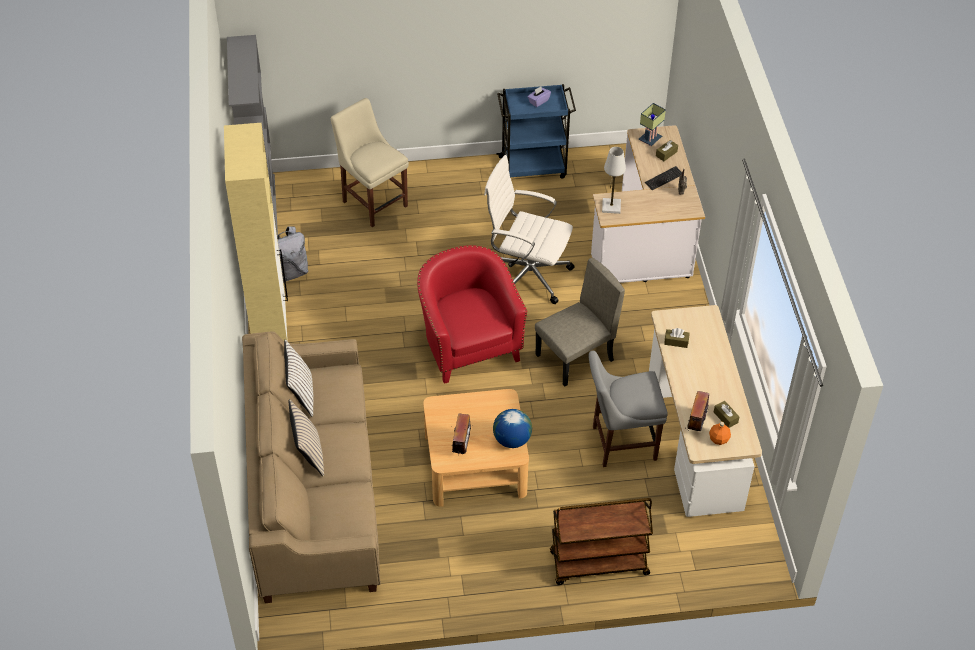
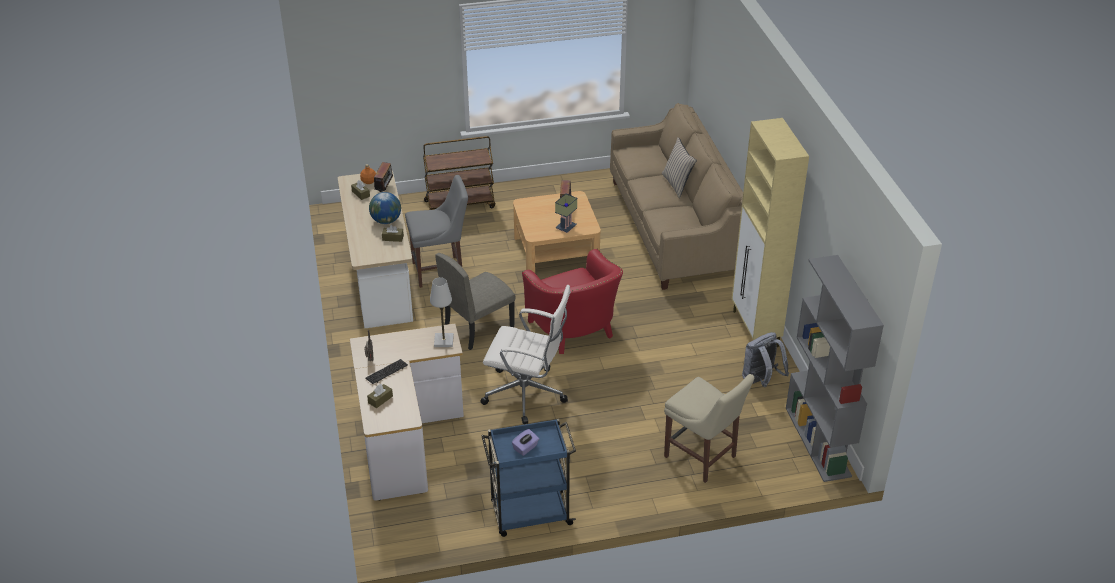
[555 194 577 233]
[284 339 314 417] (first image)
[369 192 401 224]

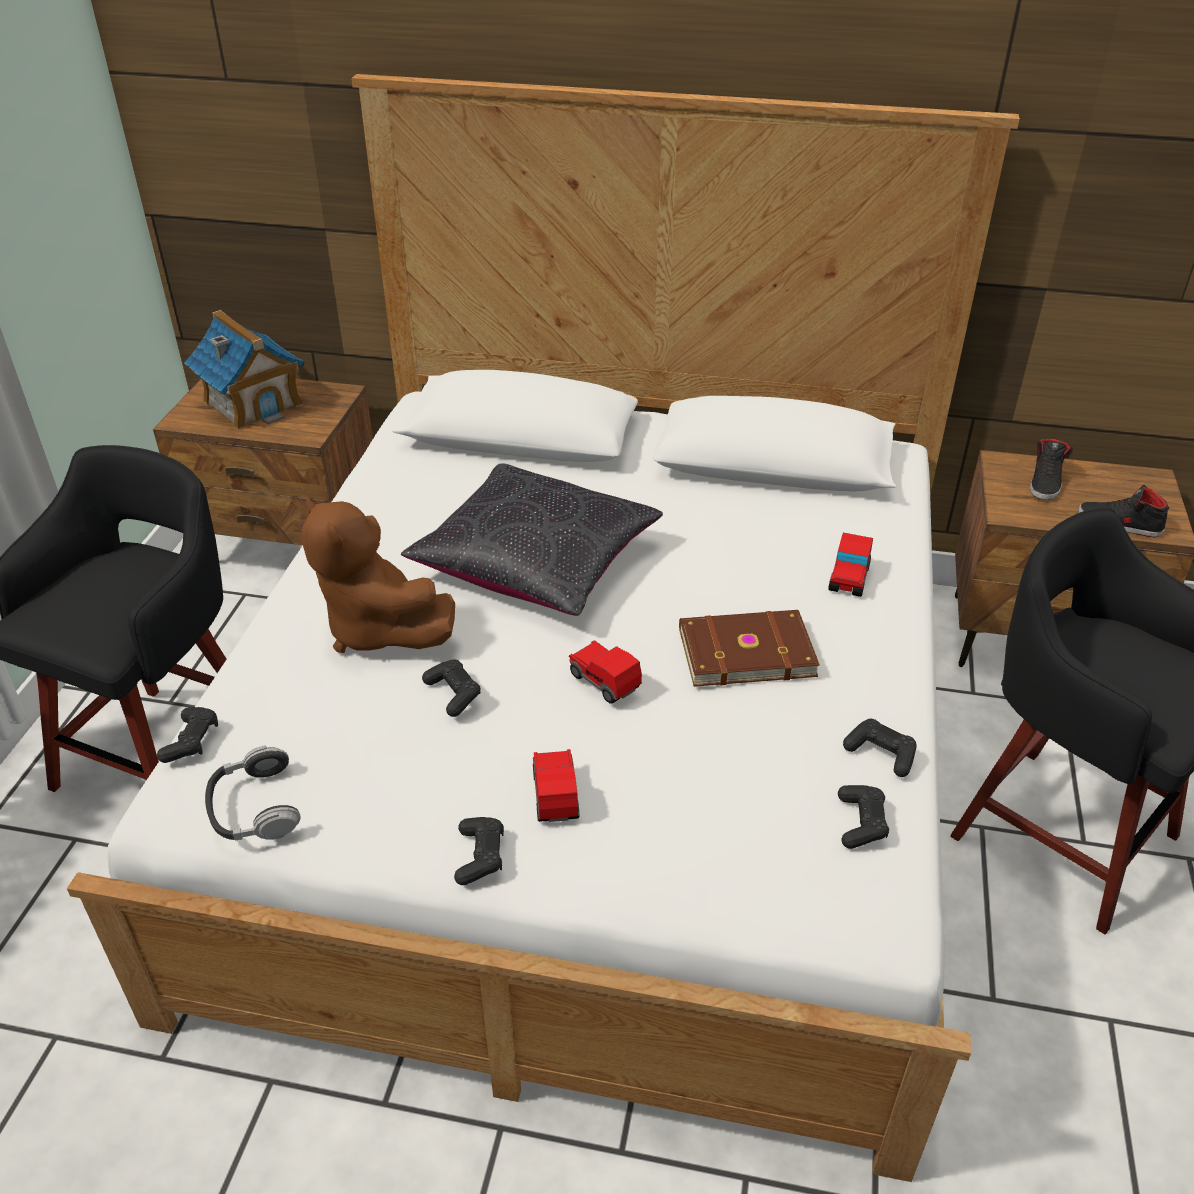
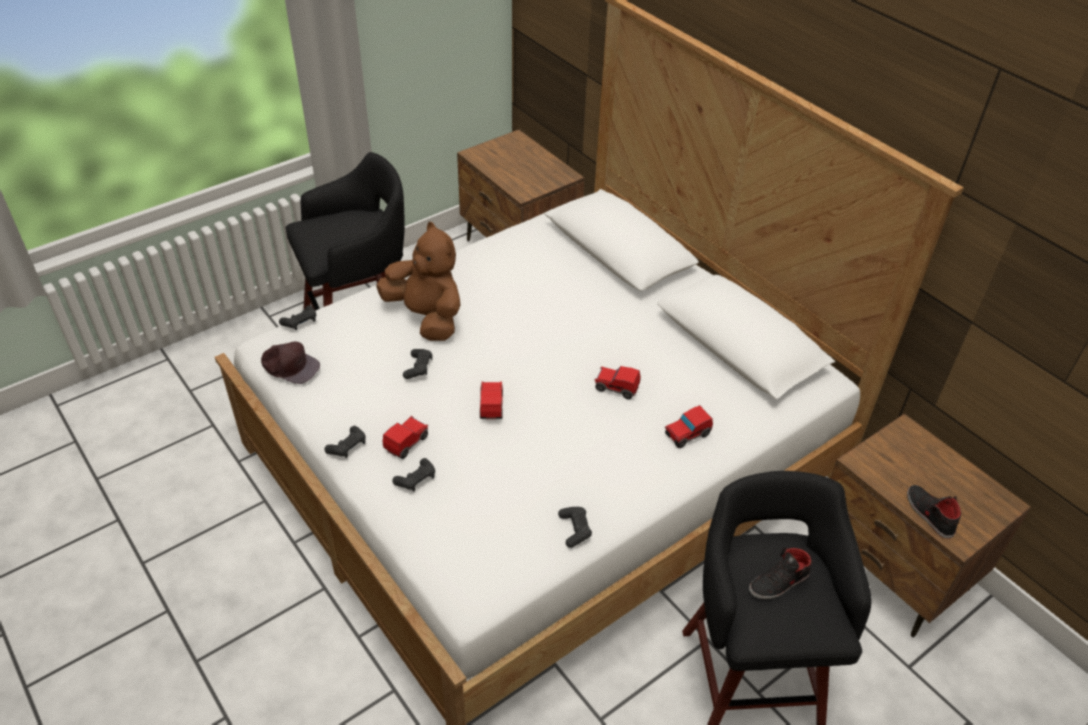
[184 310 305 430] (first image)
[749 548 812 599]
[401 463 663 616] (first image)
[376 222 460 341]
[679 610 820 687] (first image)
[261 341 320 384]
[392 458 435 491]
[595 366 641 399]

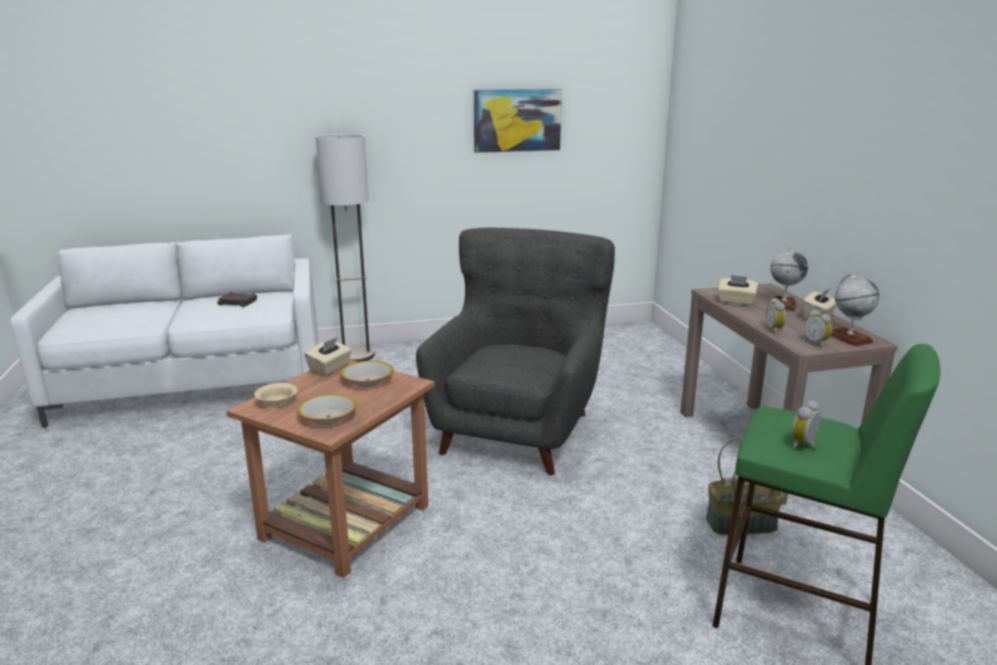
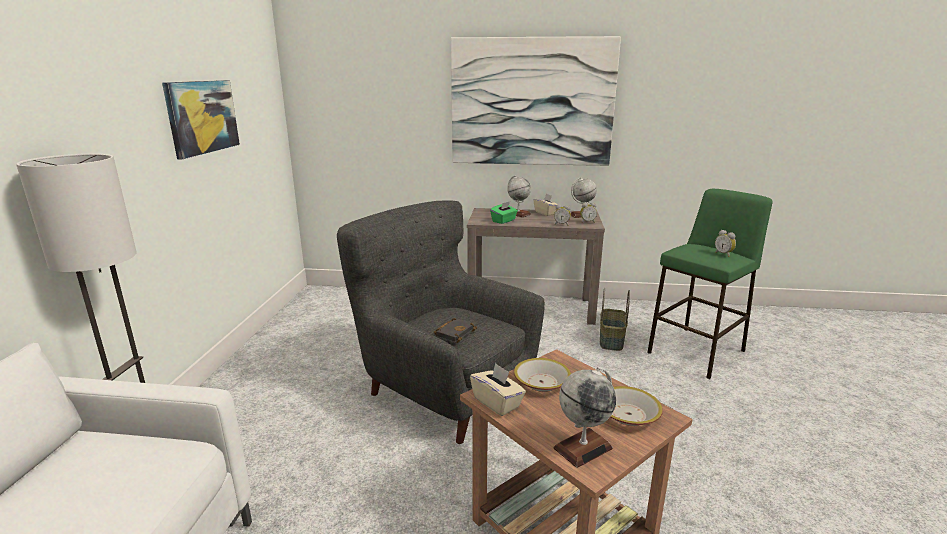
[490 202 518 224]
[434 318 477 343]
[554 367 616 468]
[451 36 621 166]

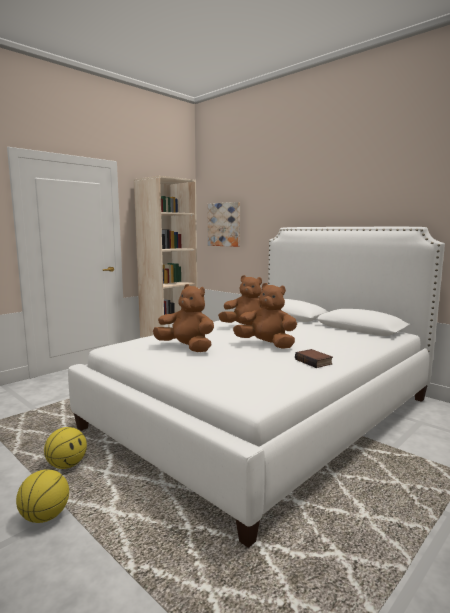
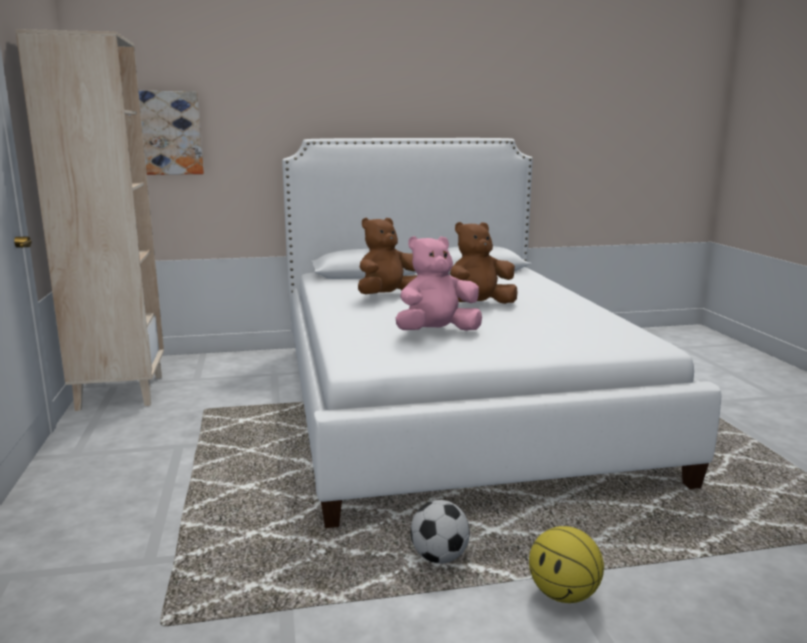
[396 236 482 331]
[295 349 333 368] (first image)
[410 500 470 563]

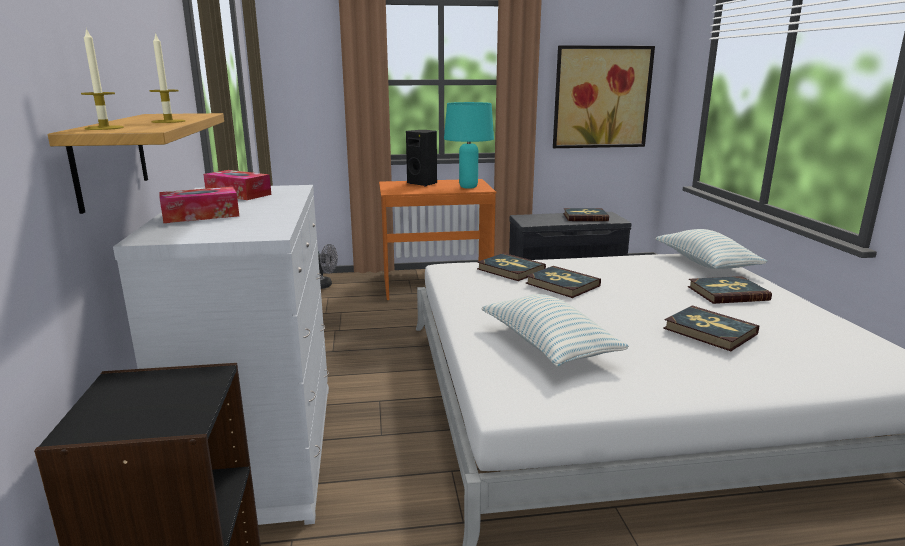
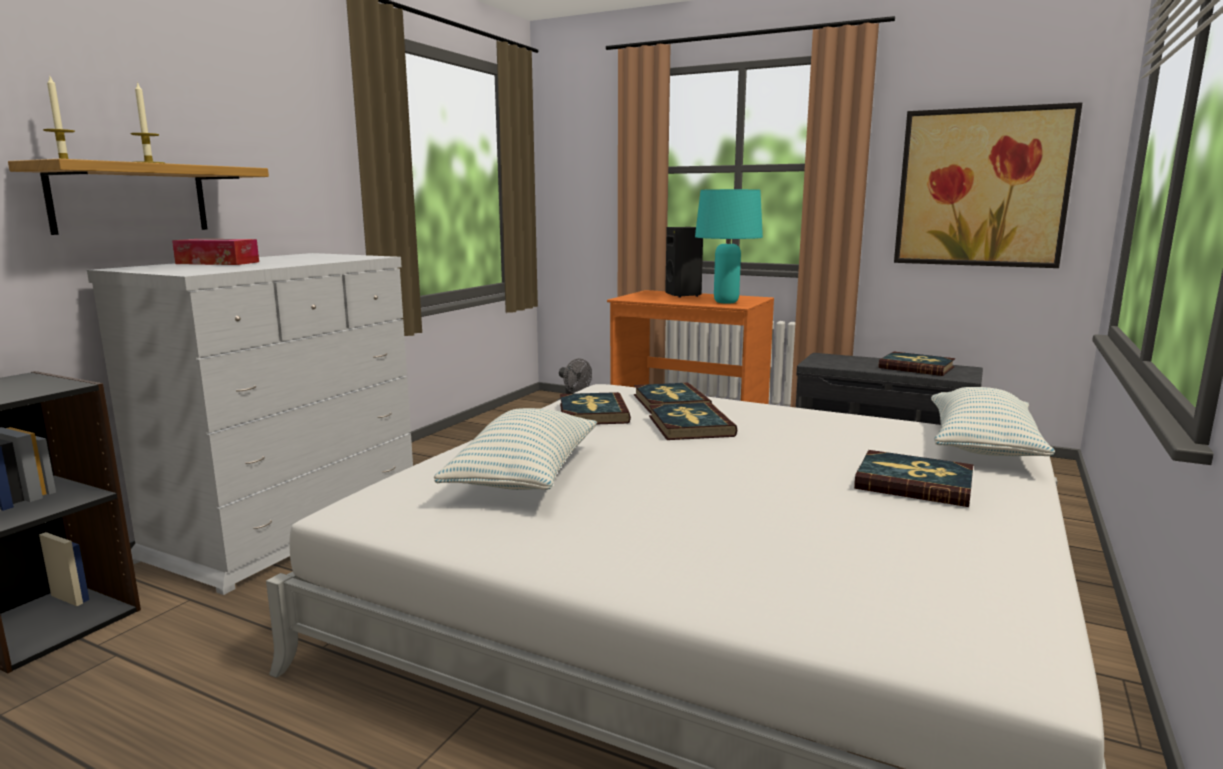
[203 170 271 200] (first image)
[560 392 631 424]

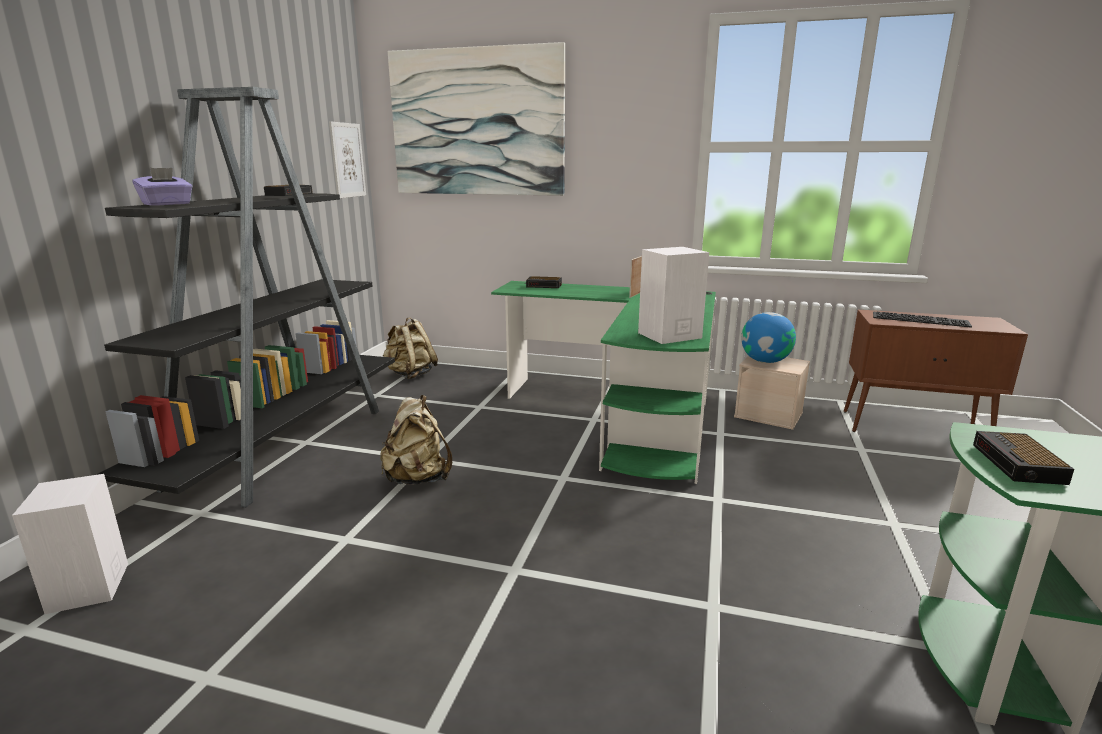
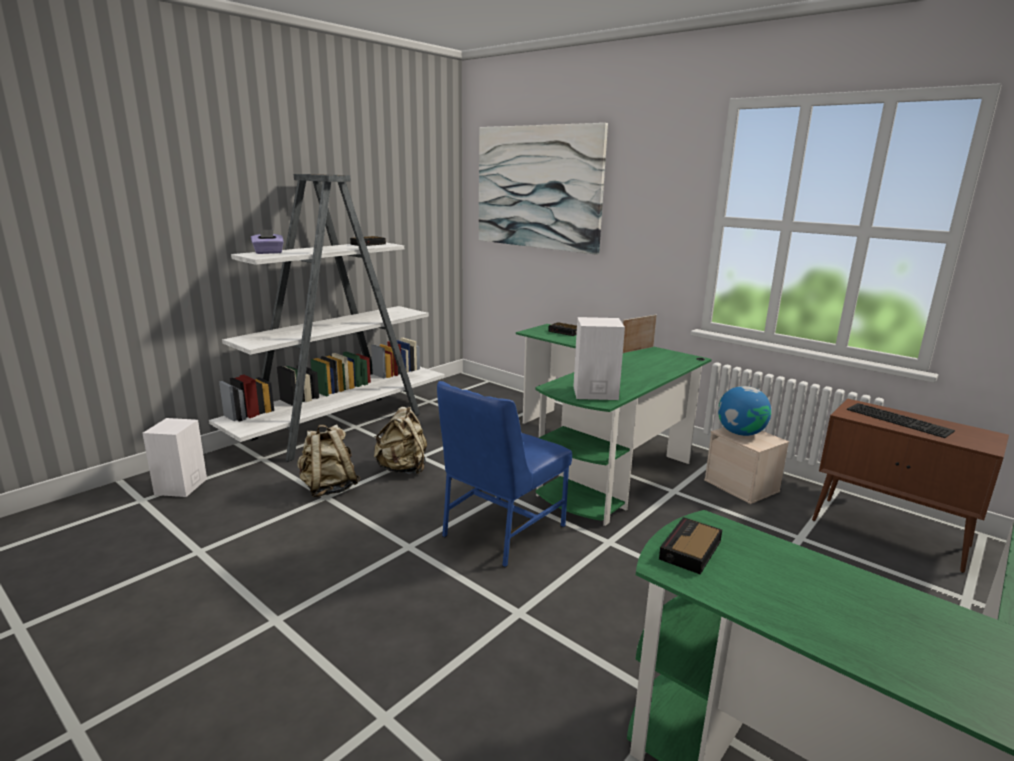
[209 174 445 462]
[329 122 366 198] (first image)
[298 425 361 497]
[437 381 572 567]

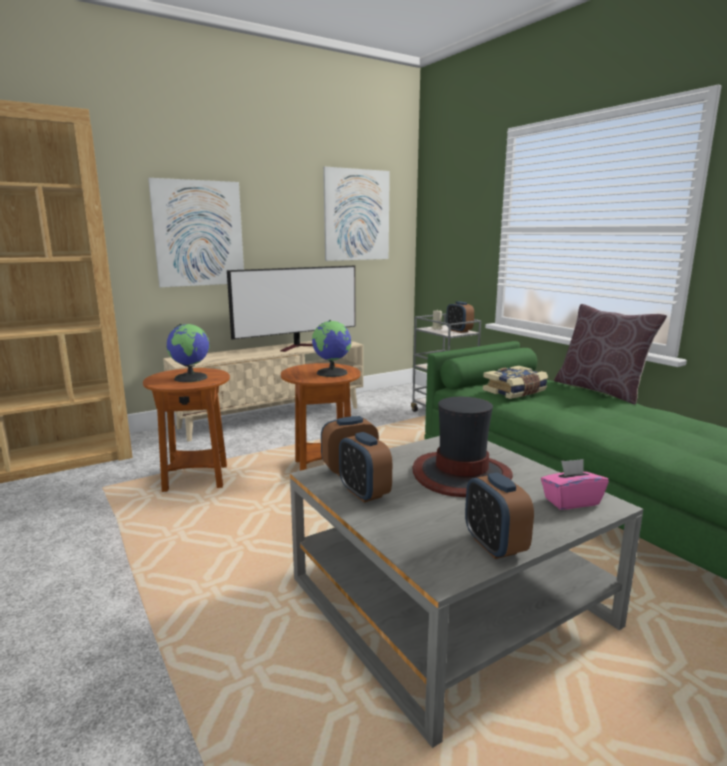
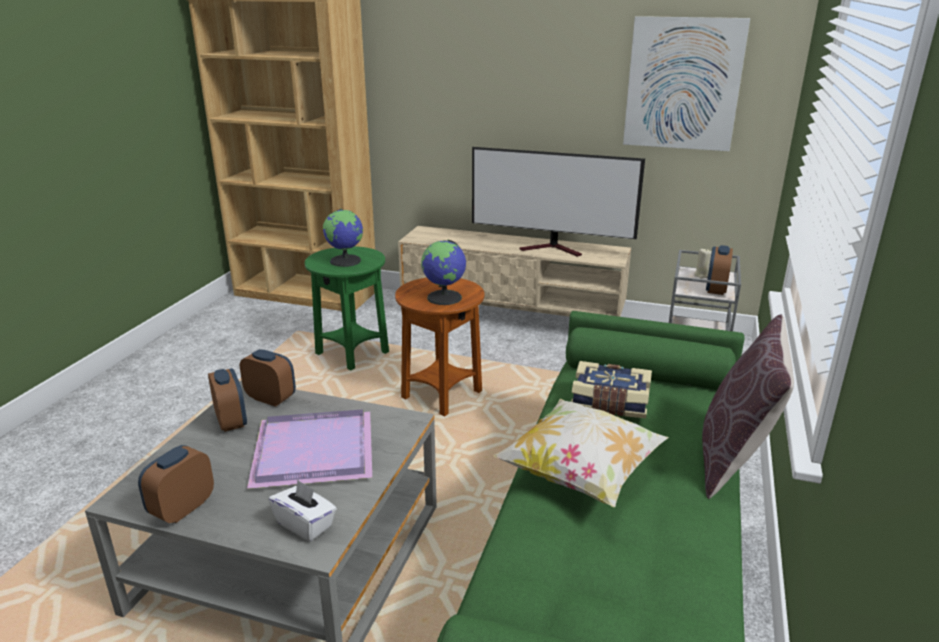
[148 178 244 287] (first image)
[305 246 389 371]
[247 409 372 489]
[208 368 247 432]
[268 480 337 542]
[494 399 669 507]

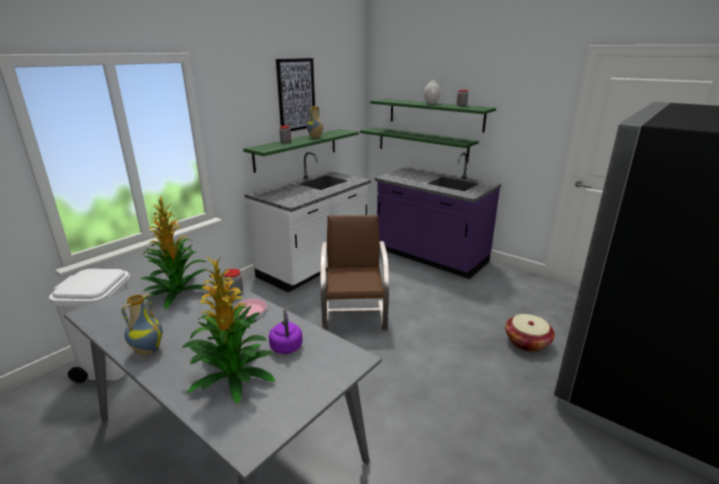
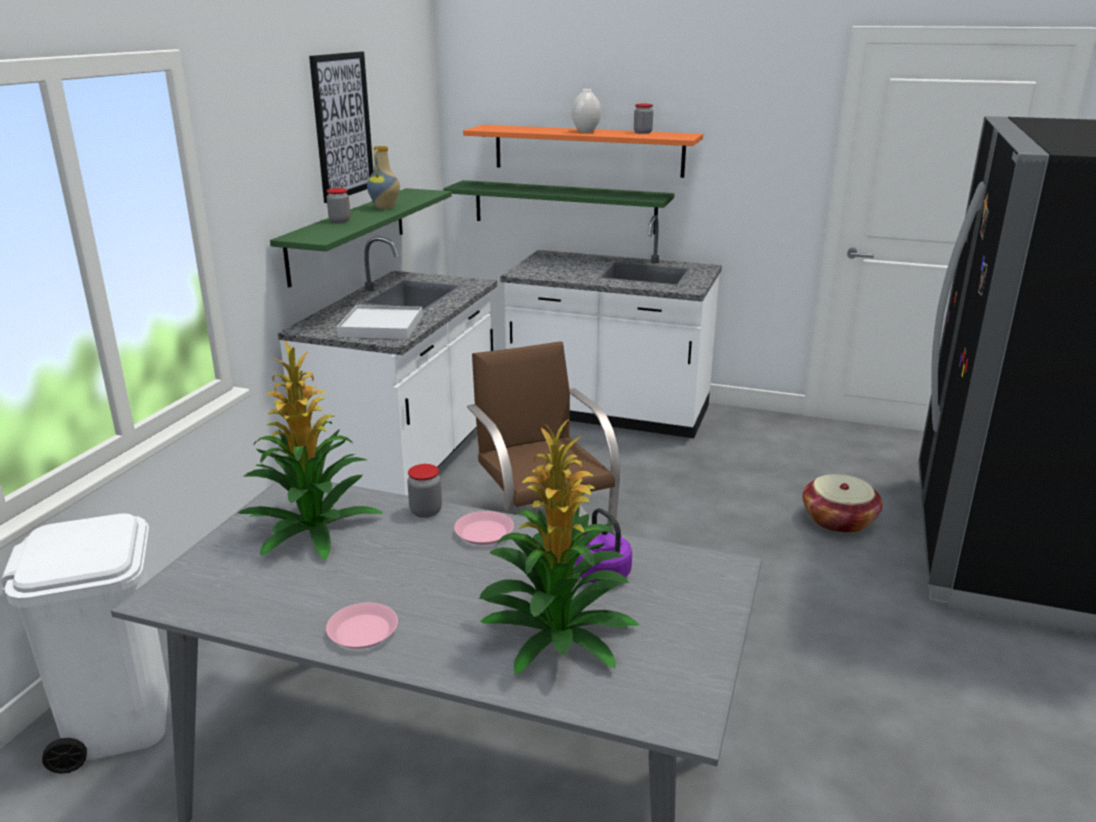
[463 125 703 178]
[500 215 722 438]
[326 603 398 649]
[337 305 423 339]

